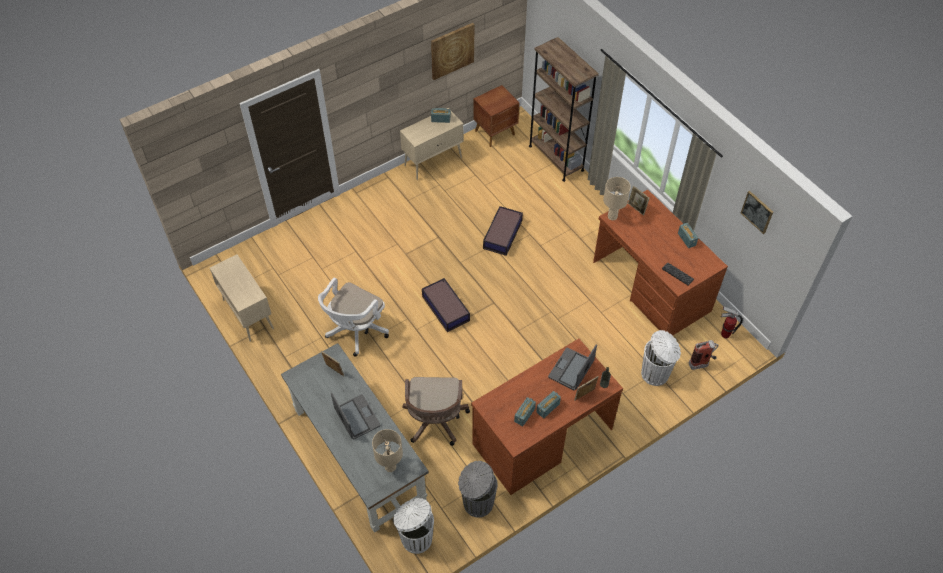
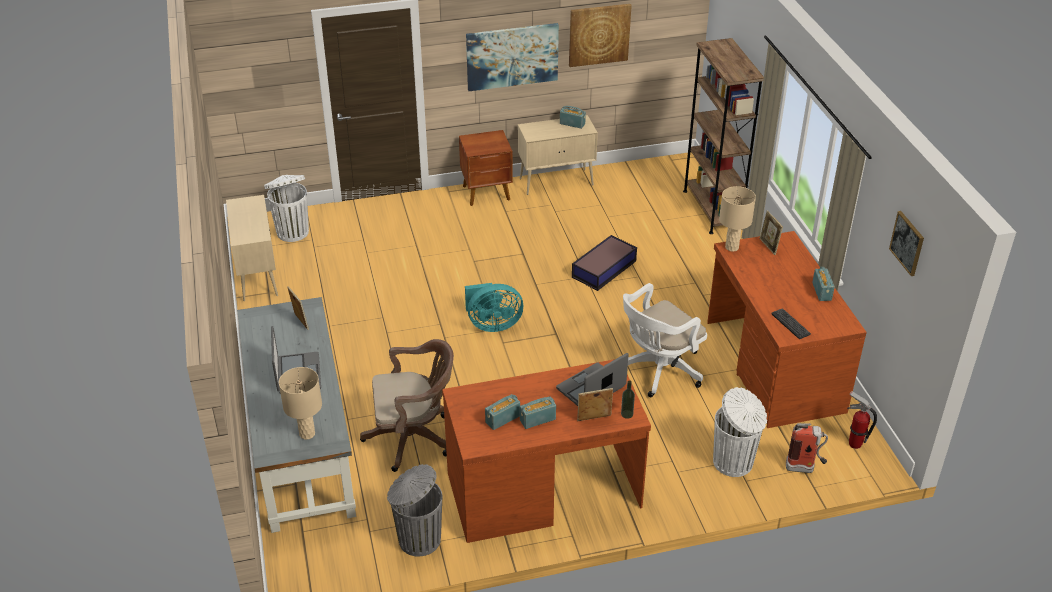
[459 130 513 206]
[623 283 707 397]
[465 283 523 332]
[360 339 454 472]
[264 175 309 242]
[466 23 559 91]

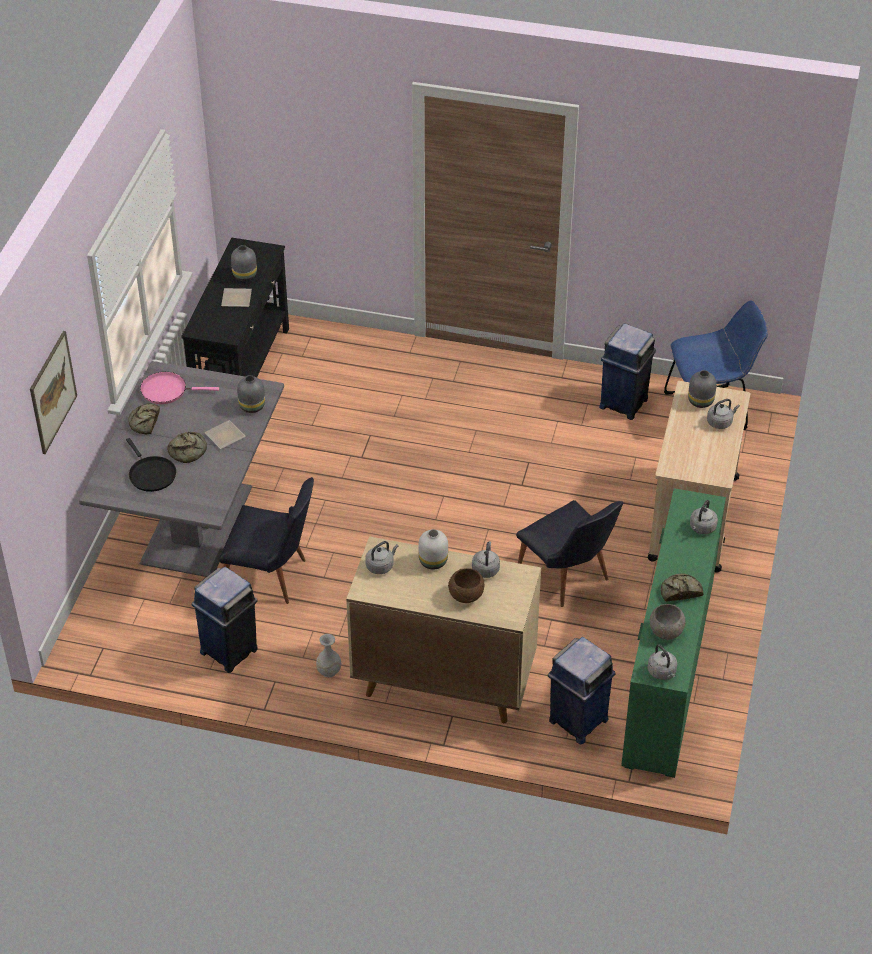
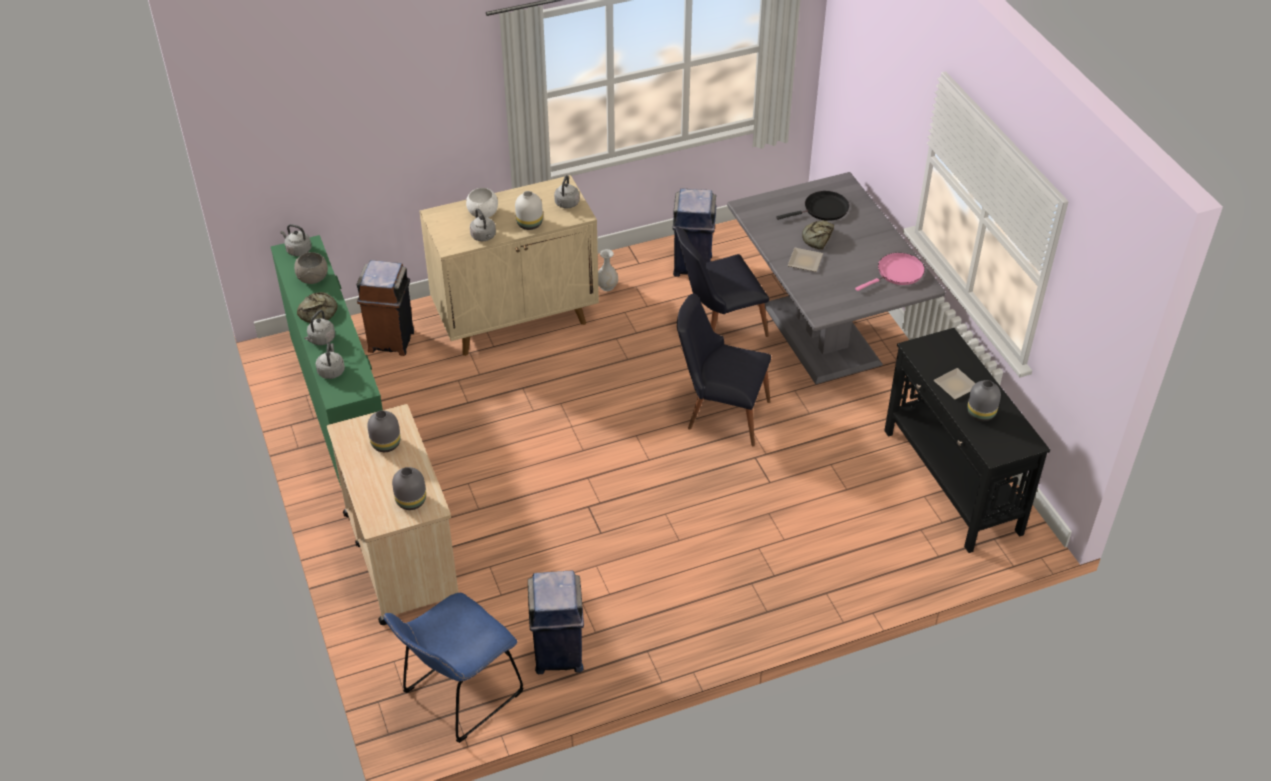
[30 331 77 454] (first image)
[367 410 401 452]
[304 310 335 345]
[128 403 160 435] (first image)
[776 191 849 221]
[677 294 771 447]
[466 188 498 218]
[357 260 414 356]

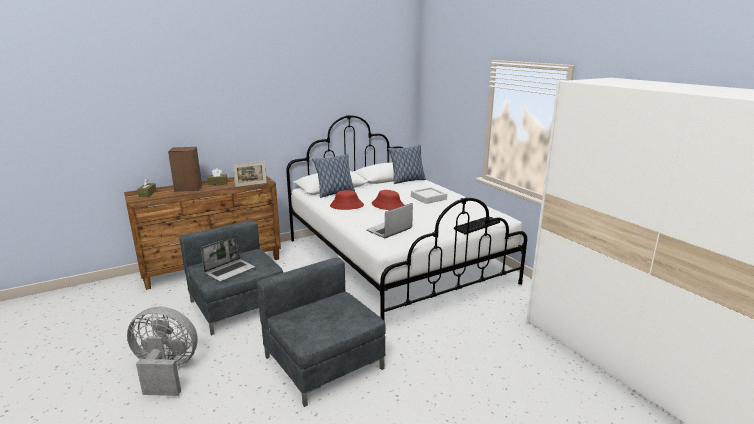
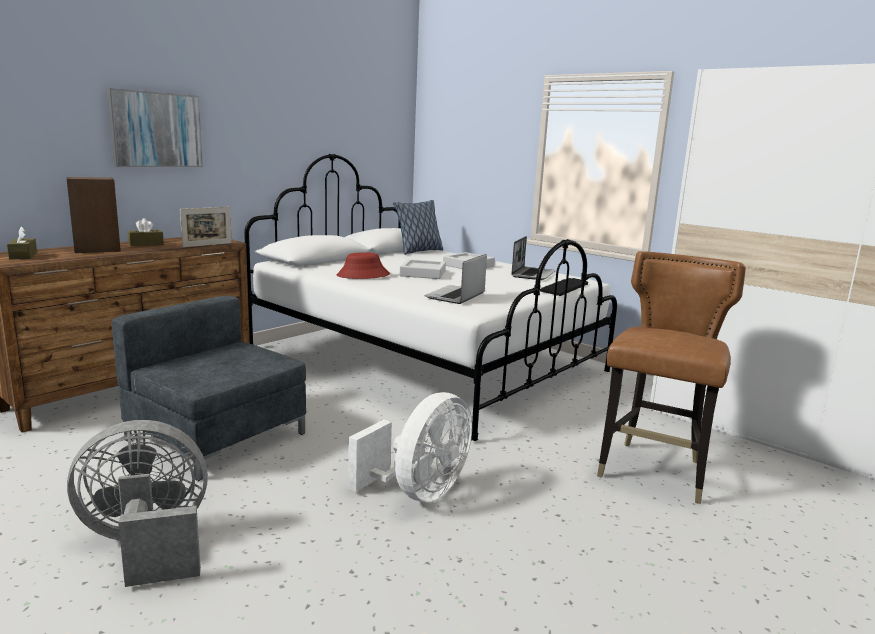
[312 153 355 198] (first image)
[400 259 446 279]
[511 236 555 280]
[348 392 472 502]
[107 88 203 167]
[597 251 746 504]

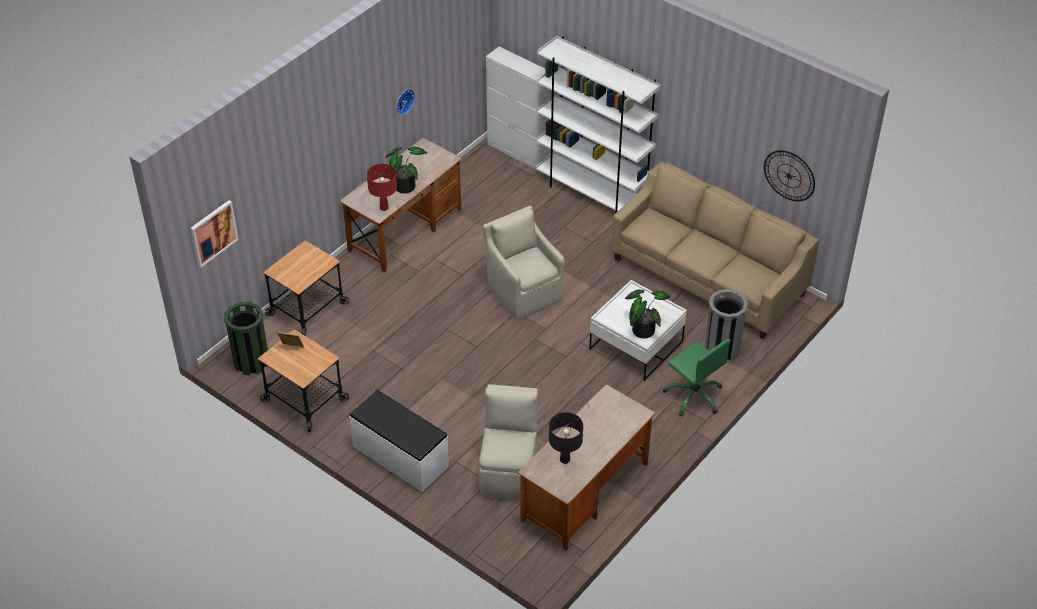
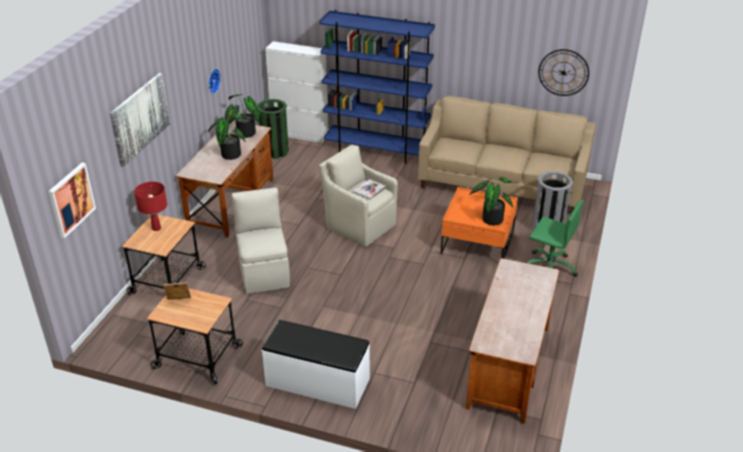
[319 10 435 164]
[134 182 167 231]
[441 187 518 259]
[257 99 289 159]
[231 188 290 294]
[549 412 583 464] (first image)
[110 73 170 167]
[225 94 259 138]
[354 179 386 200]

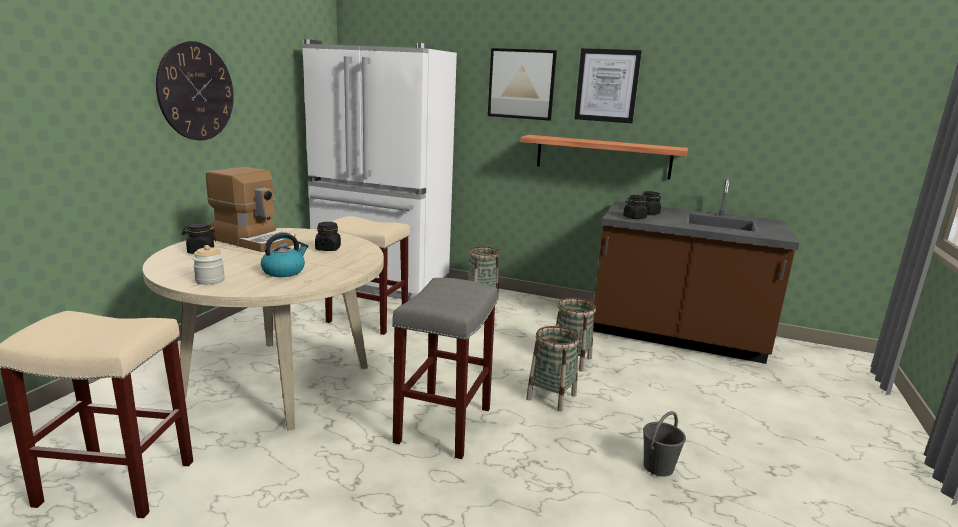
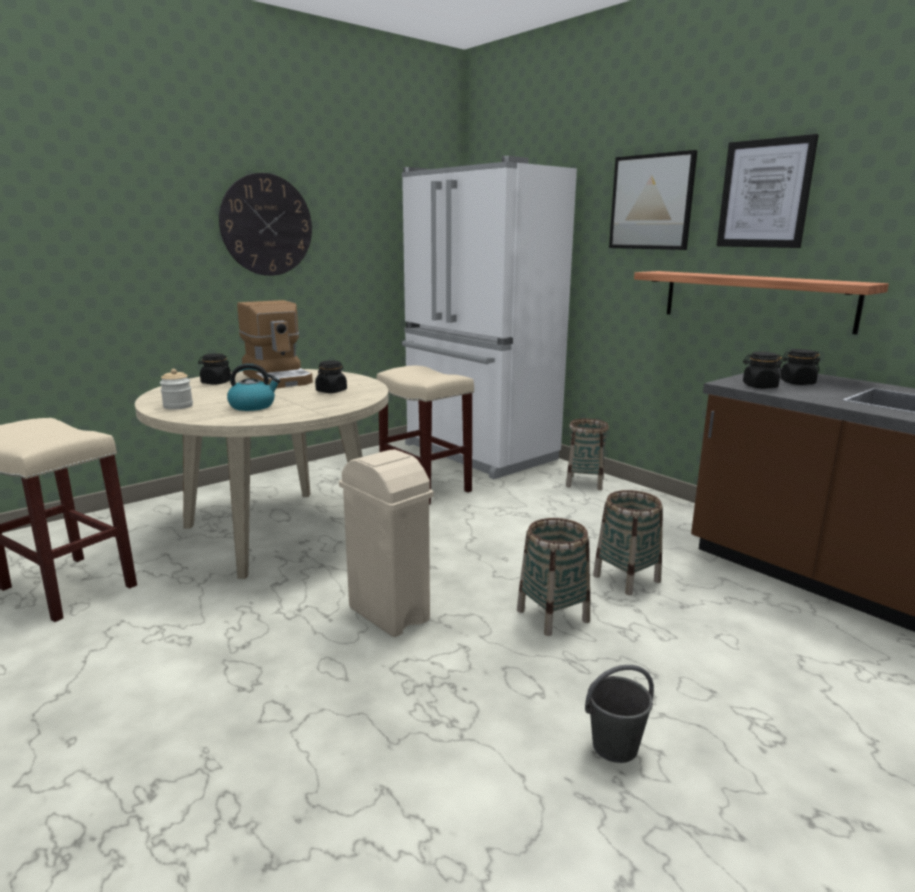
[339 449 433 637]

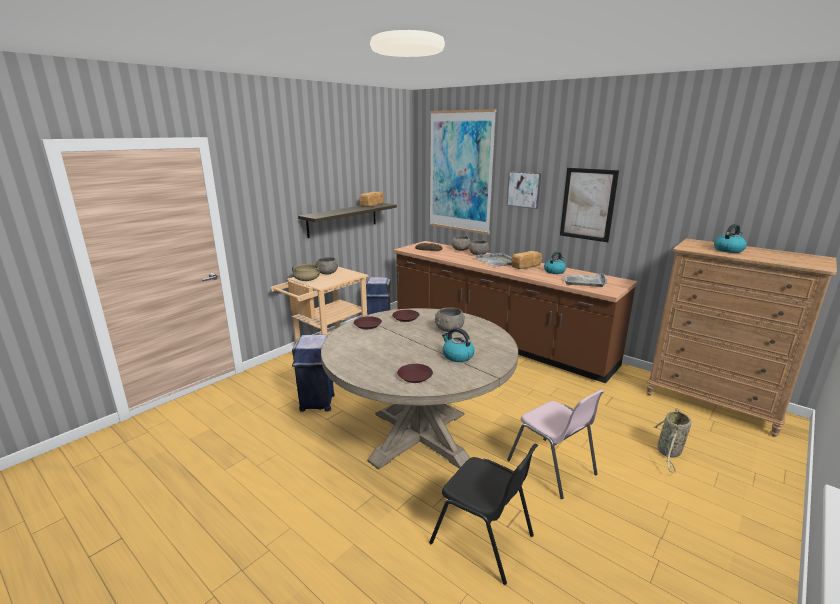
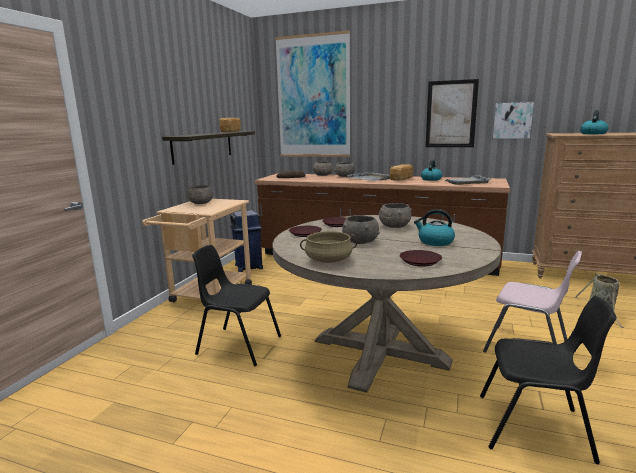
[492 101 535 139]
[300 231 357 263]
[192 245 281 366]
[342 215 379 244]

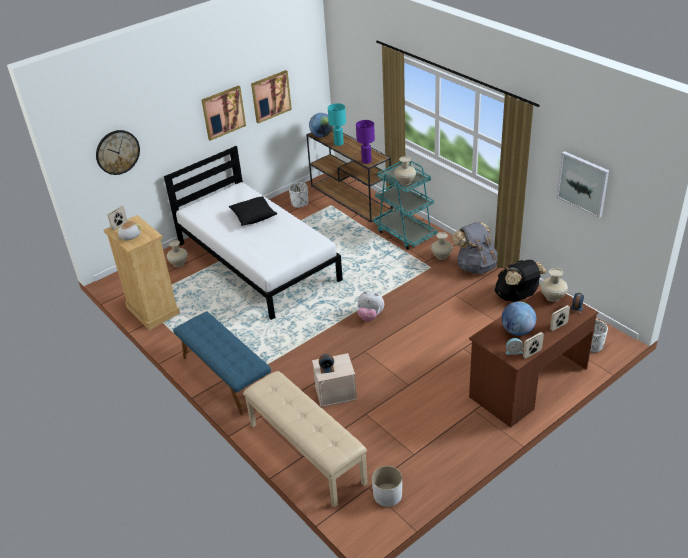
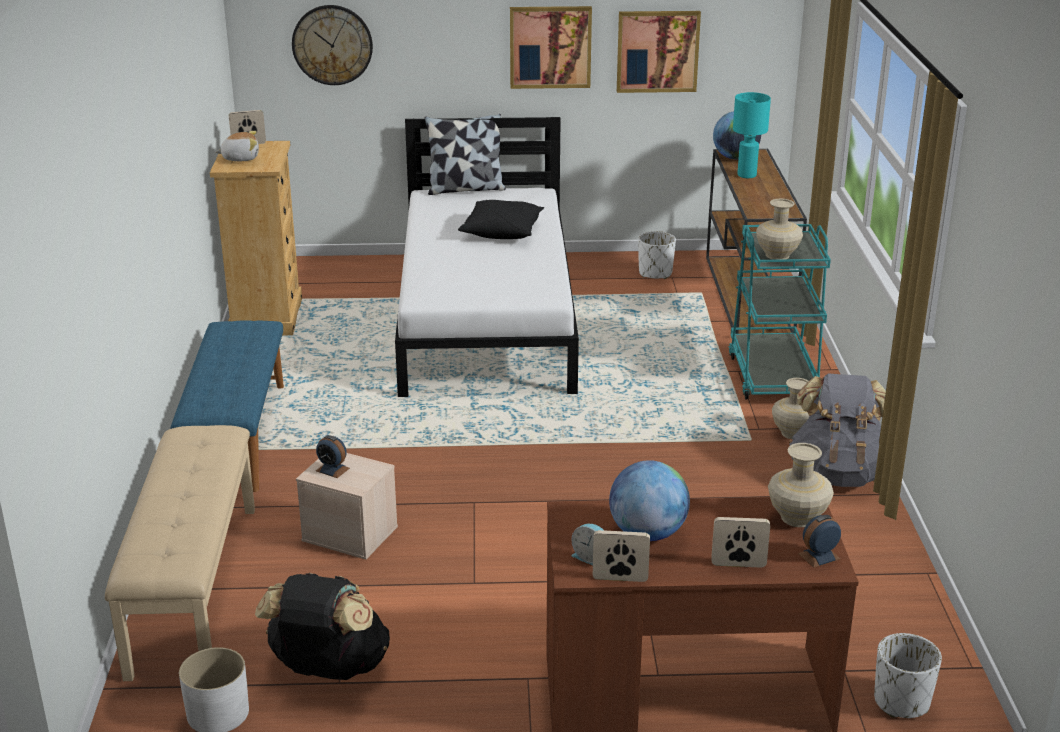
[356 120 375 164] (first image)
[556 151 609 218] (first image)
[167 240 188 267] (first image)
[255 573 390 680]
[357 291 384 321] (first image)
[425 114 506 195]

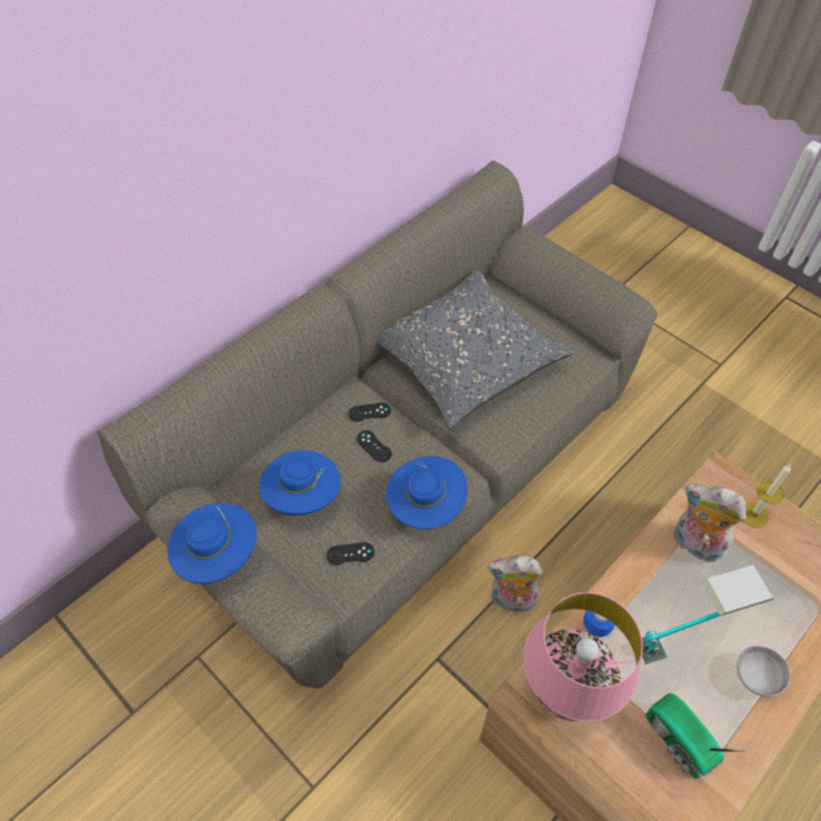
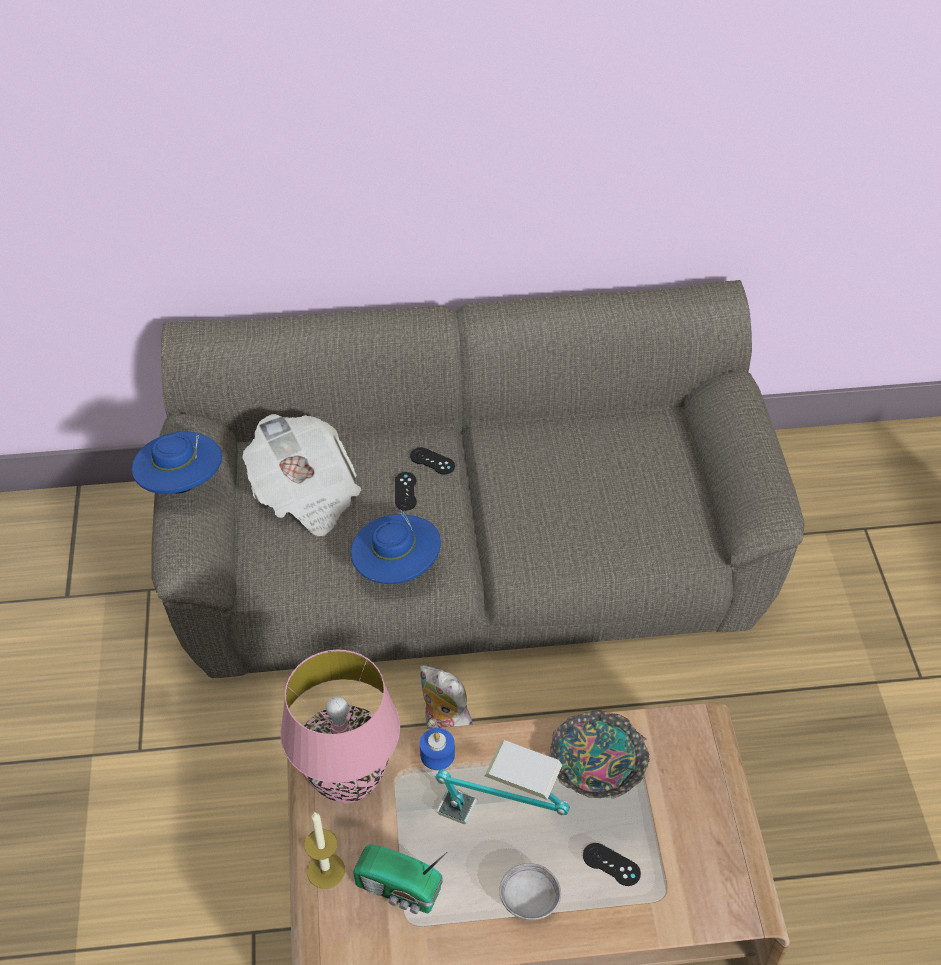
[376 270 573 429] (first image)
[243 414 361 536]
[304 812 345 889]
[549 710 650 799]
[583 843 641 886]
[353 845 447 914]

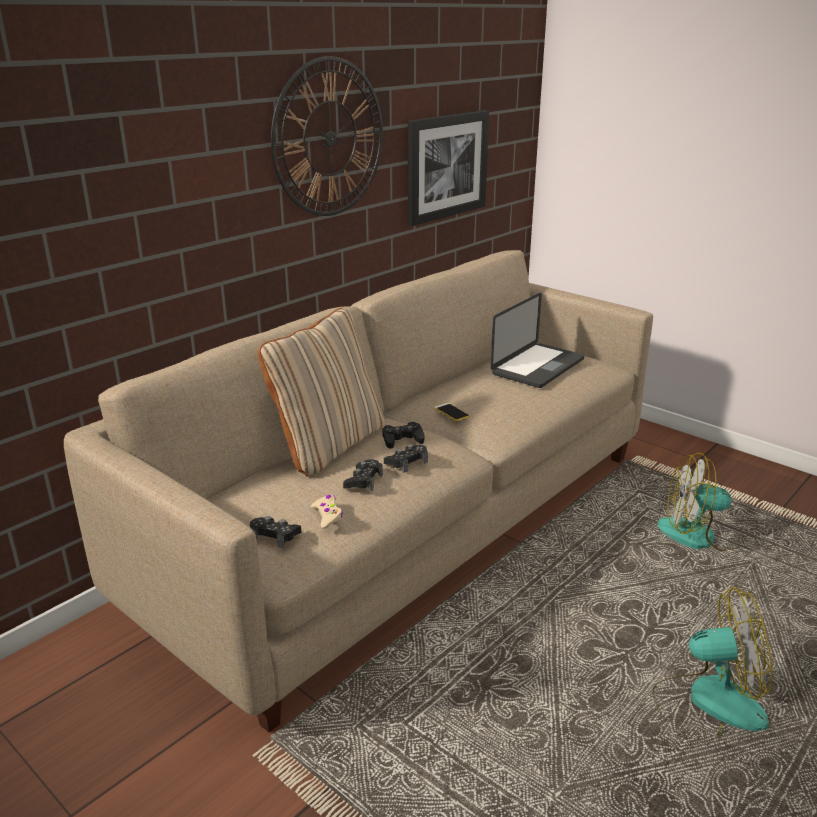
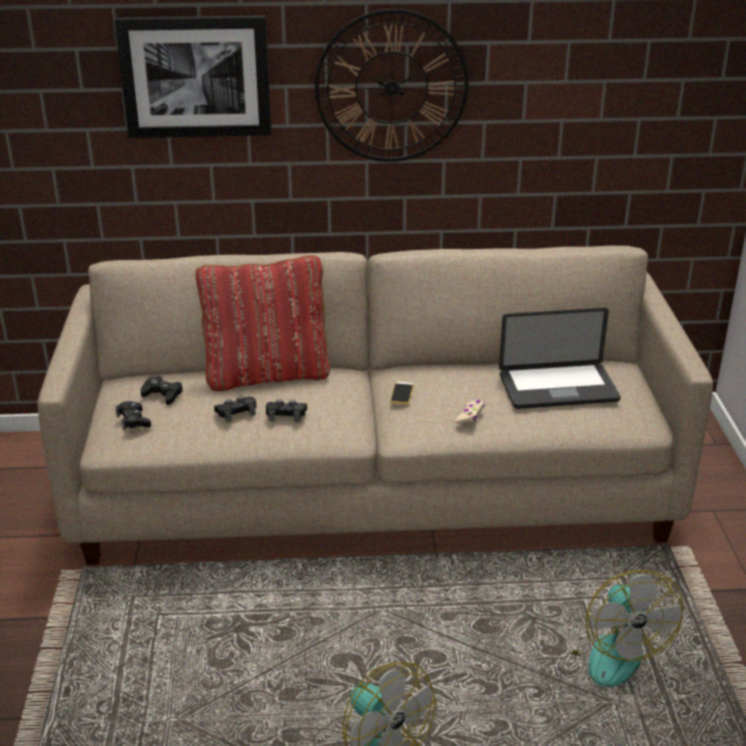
[114 15 272 138]
[195 255 330 391]
[140 376 183 405]
[569 570 684 687]
[455 400 484 424]

